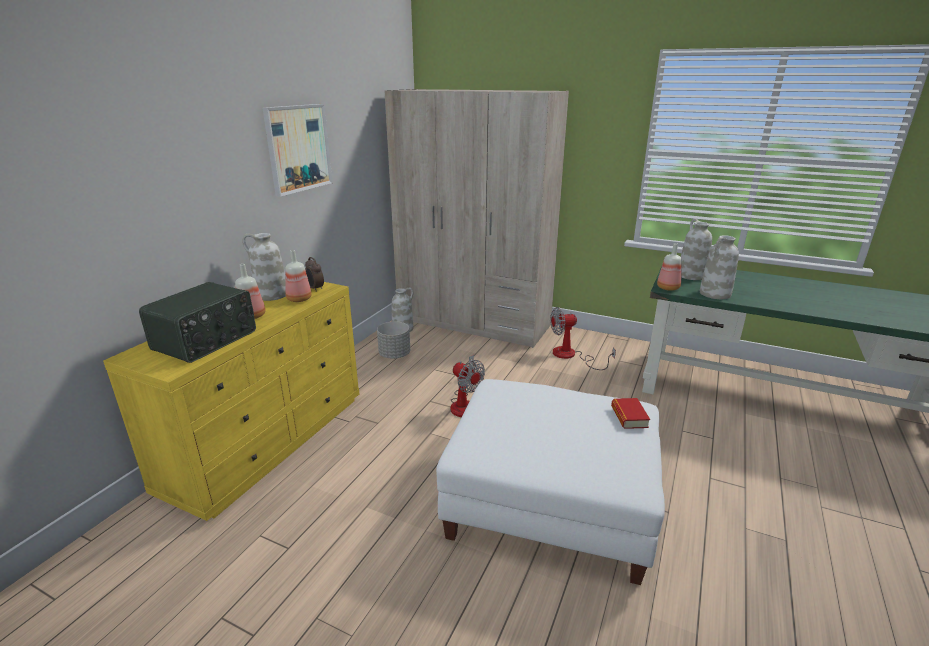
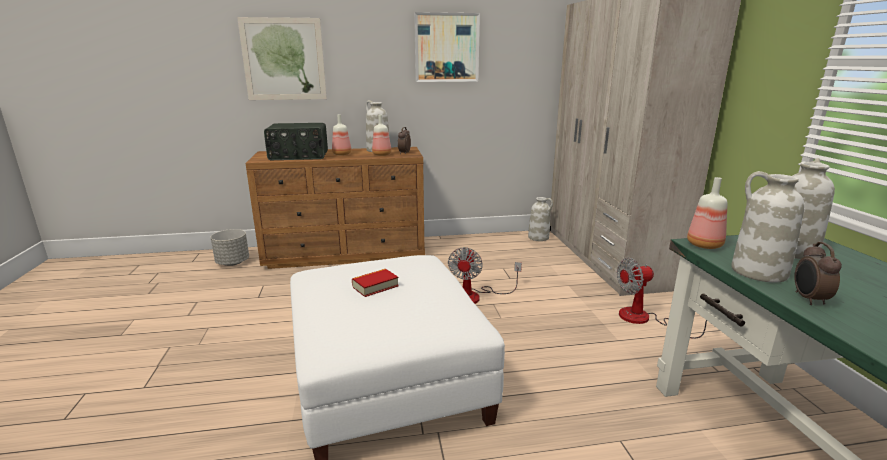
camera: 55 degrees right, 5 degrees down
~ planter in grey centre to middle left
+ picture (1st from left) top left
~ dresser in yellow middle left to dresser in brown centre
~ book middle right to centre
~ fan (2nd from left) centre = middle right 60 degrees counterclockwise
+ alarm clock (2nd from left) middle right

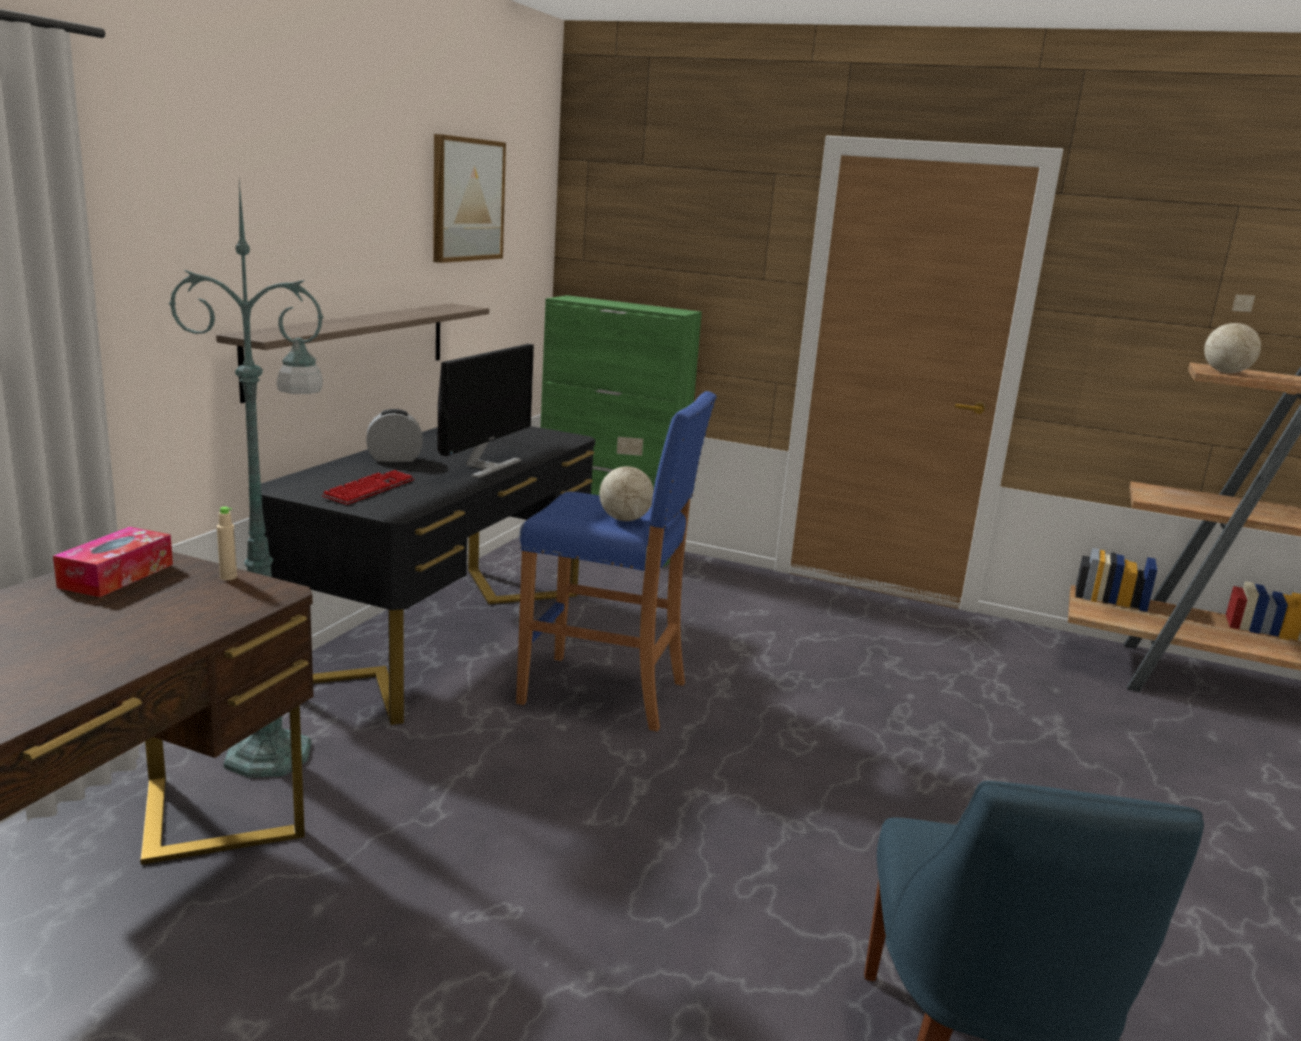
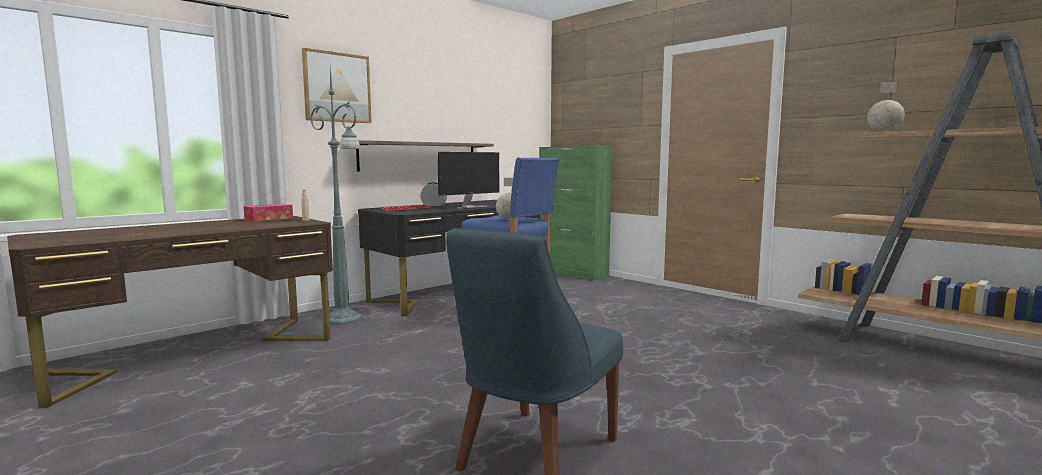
camera: 25 degrees right, 10 degrees down
~ picture top centre to top left

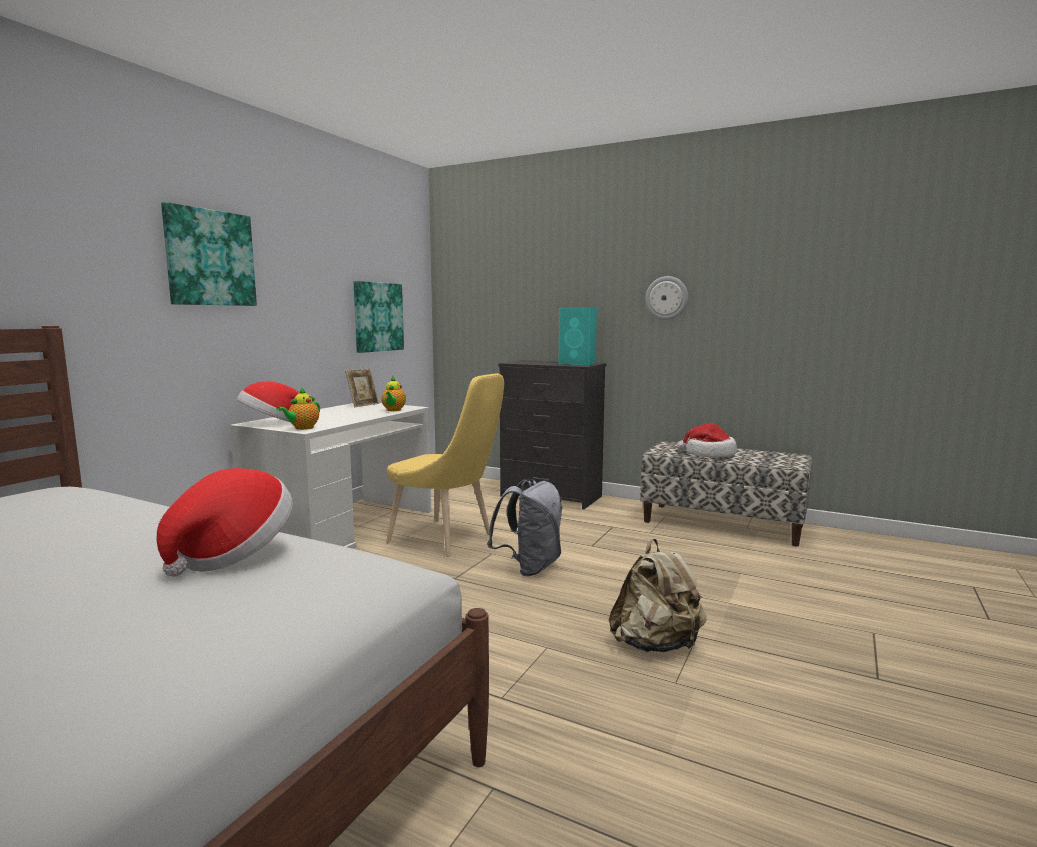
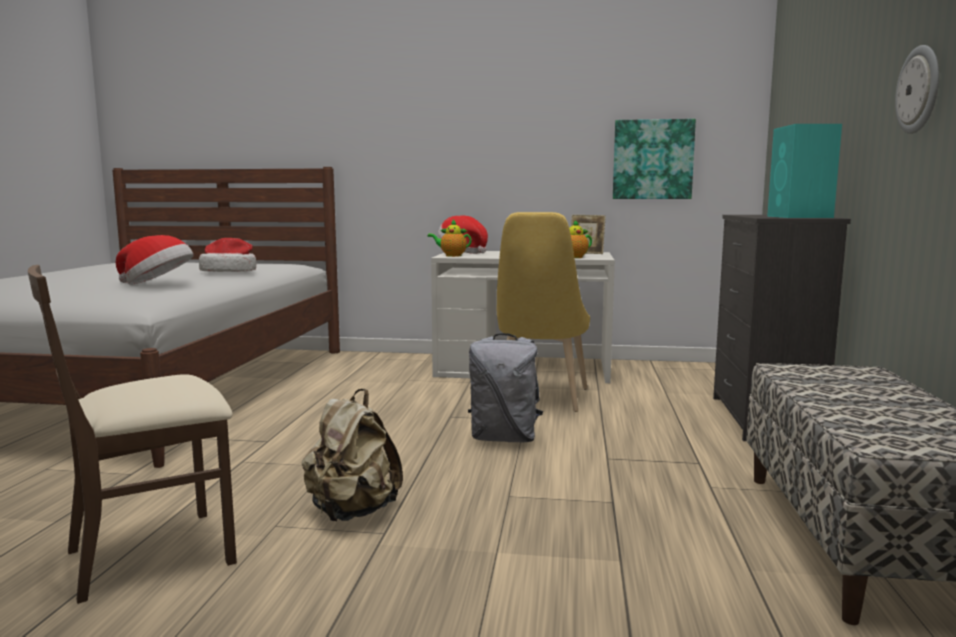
camera: 70 degrees right, 0 degrees up
+ chair in brown bottom left
~ hat (3rd from left in the first image) middle right to hat (2nd from left) middle left
- picture (1st from left) top left

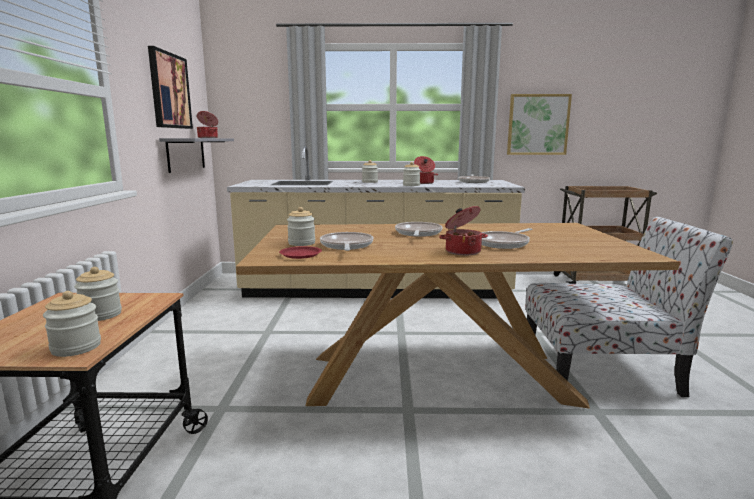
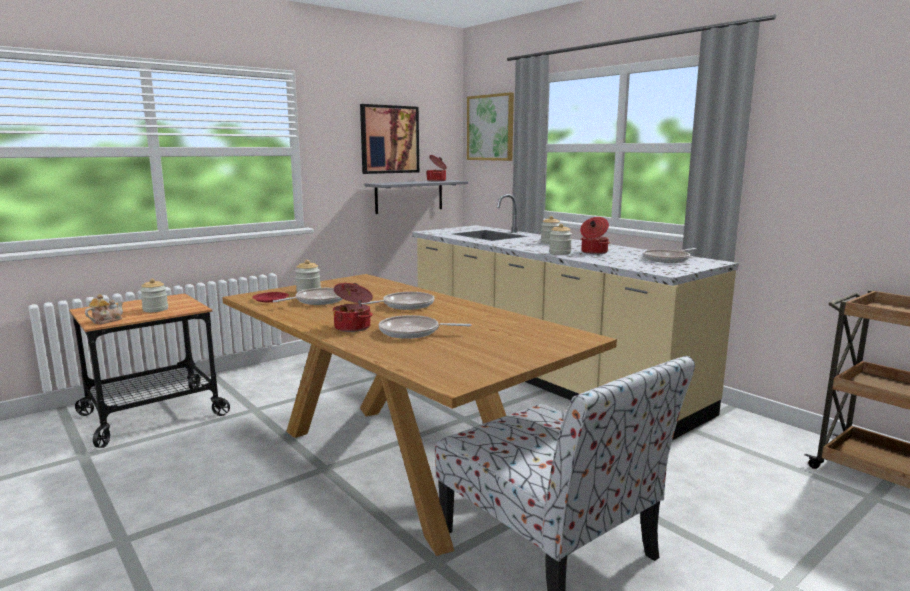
camera: 50 degrees right, 0 degrees up
~ jar (1st from left) middle left to teapot middle left
~ picture (2nd from left) top right to top centre

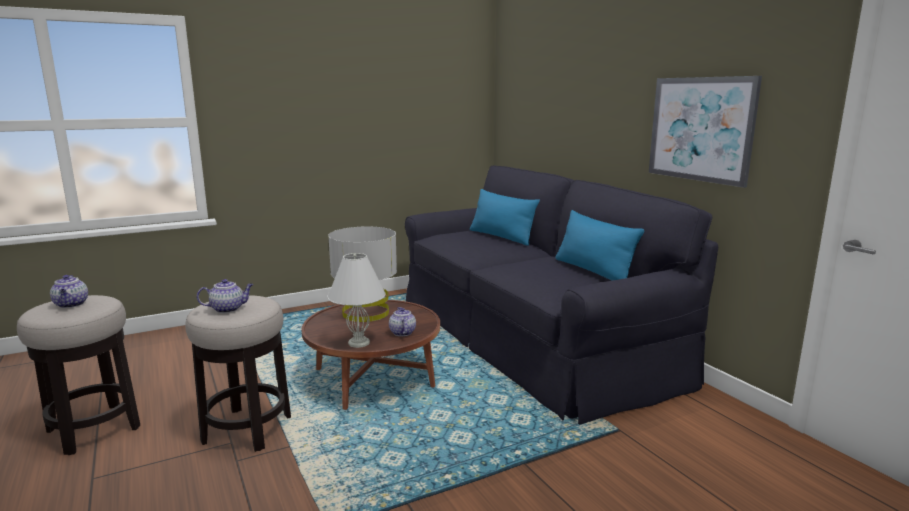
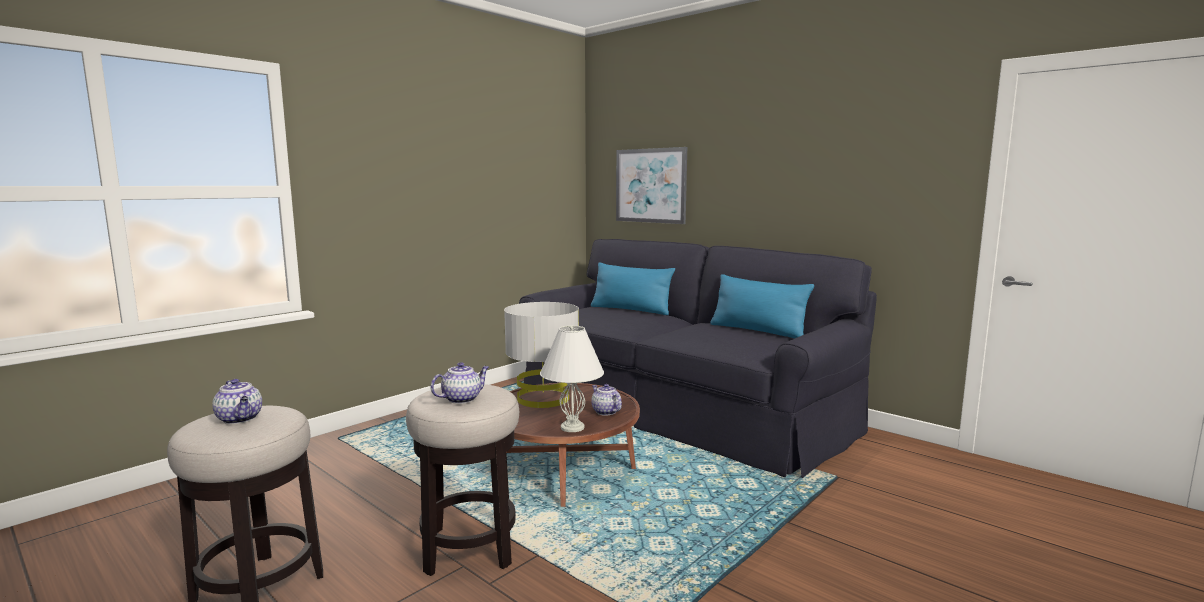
camera: 20 degrees left, 5 degrees down
~ picture top right to top centre

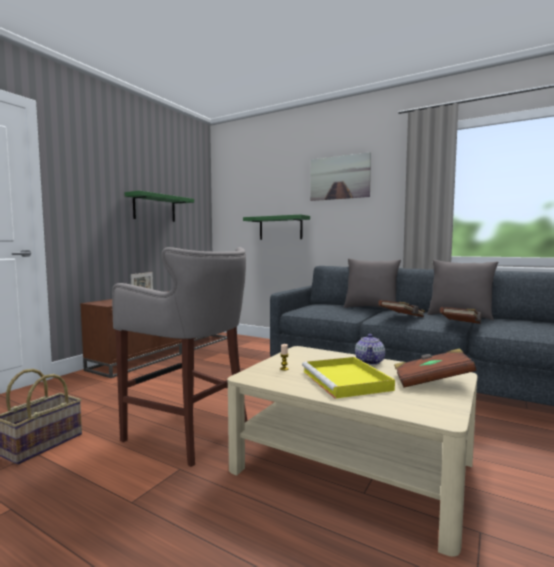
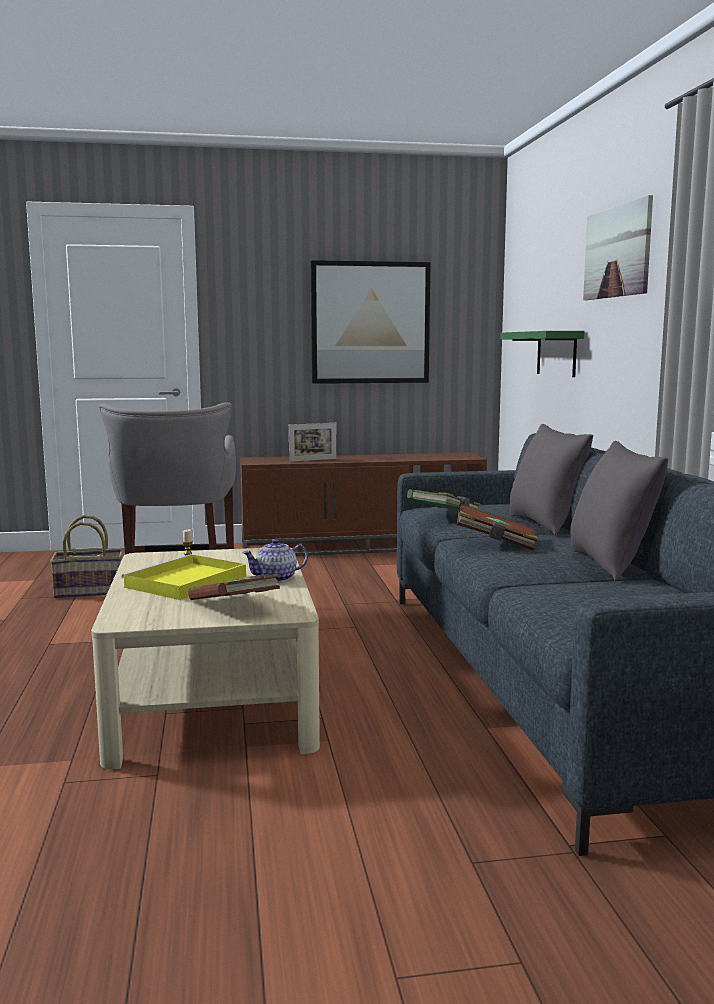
camera: 50 degrees right, 5 degrees up
~ shelf in green (1st from left) middle left to picture (1st from left) top centre
+ book in green centre
- book in brown (3rd from left) middle right

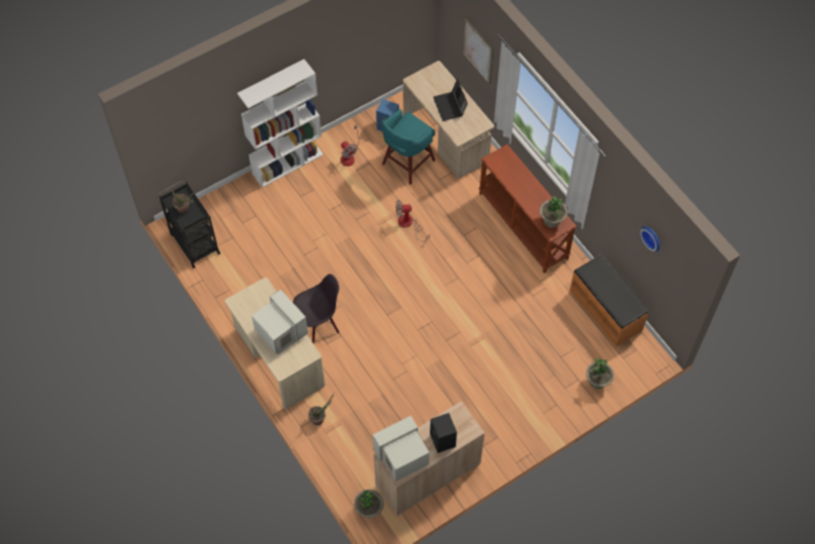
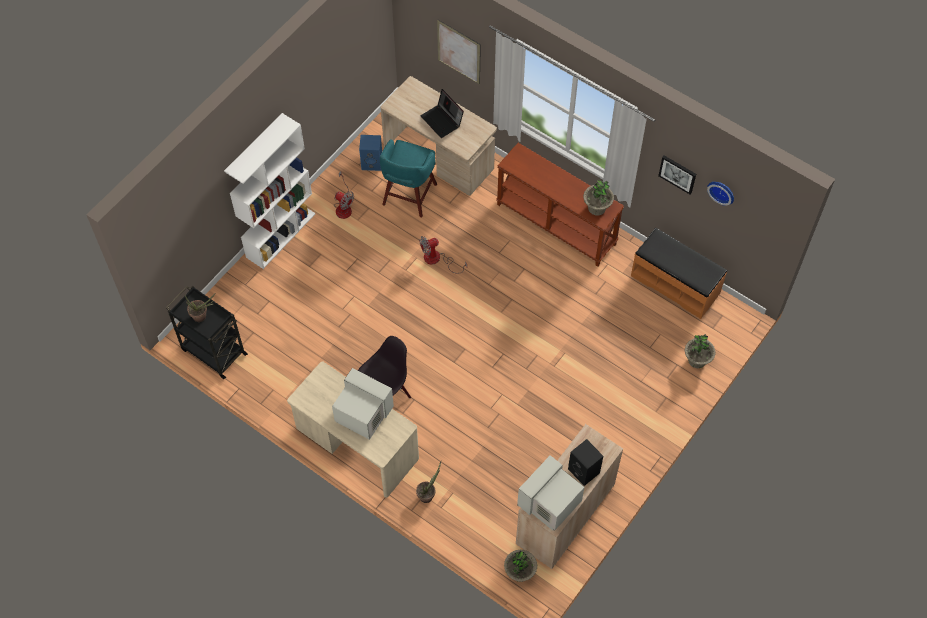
camera: 20 degrees left, 0 degrees up
+ picture (2nd from left) top right

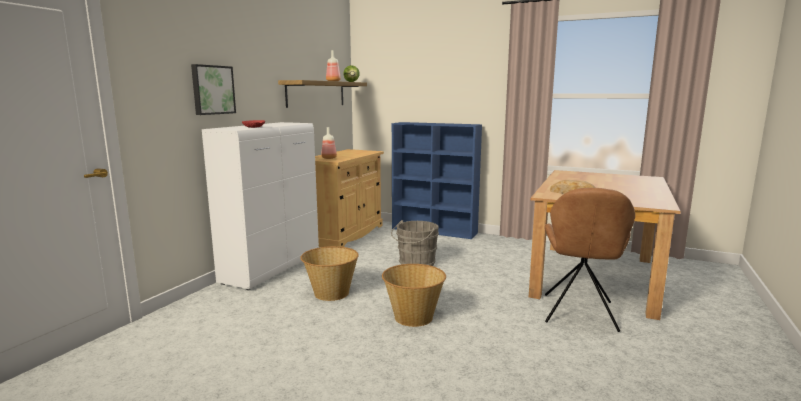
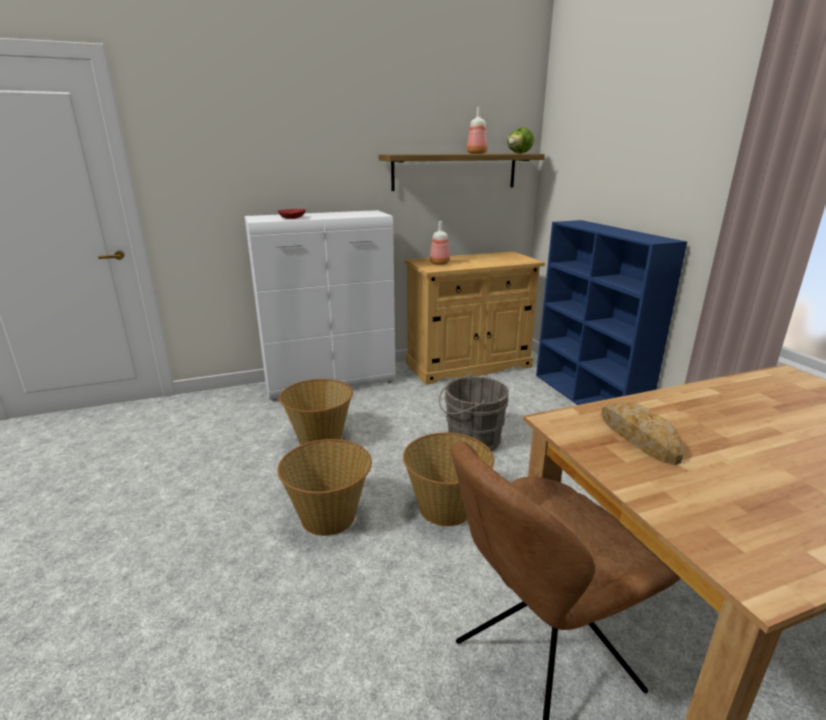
camera: 45 degrees right, 10 degrees up
+ basket (3rd from left) bottom centre
- picture top left

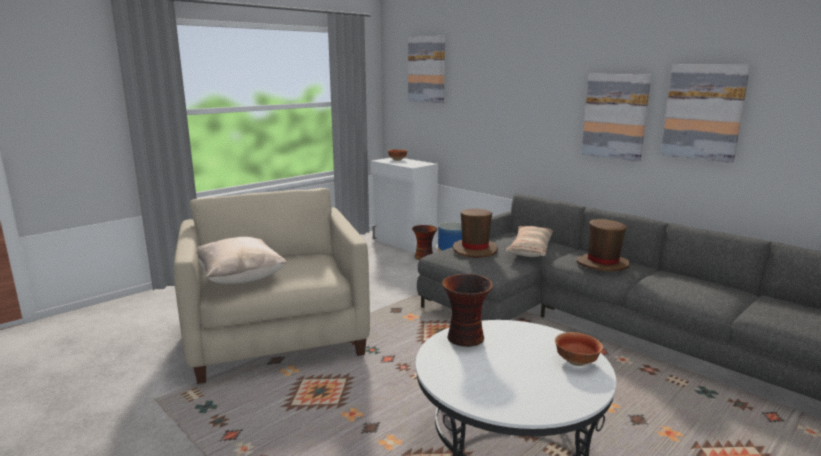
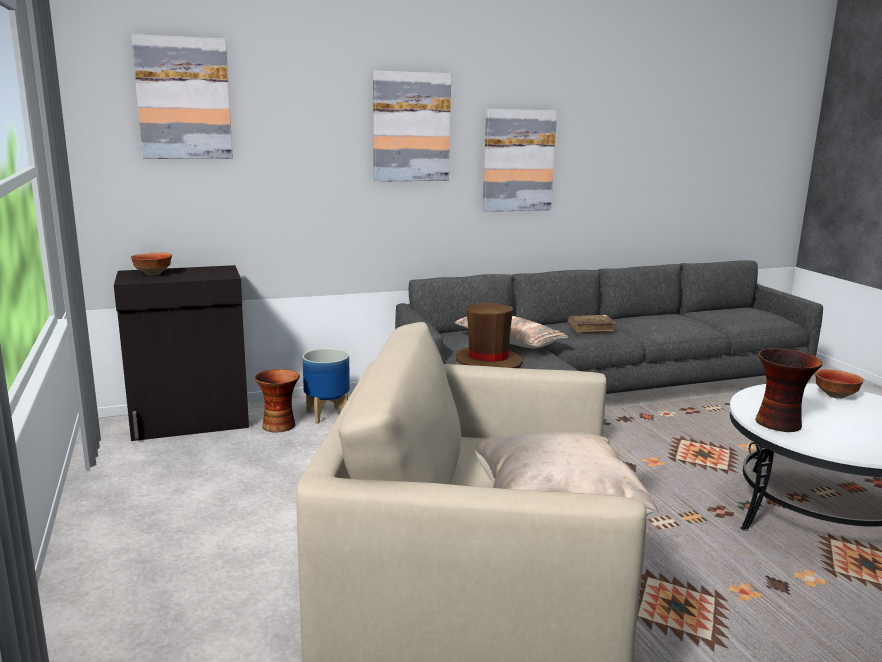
camera: 65 degrees left, 0 degrees up
~ cabinet in white centre to cabinet in black middle left
~ picture (3rd from left in the first image) top right to picture (2nd from left) top centre
~ hat in brown (2nd from left) middle right to book in brown middle right

